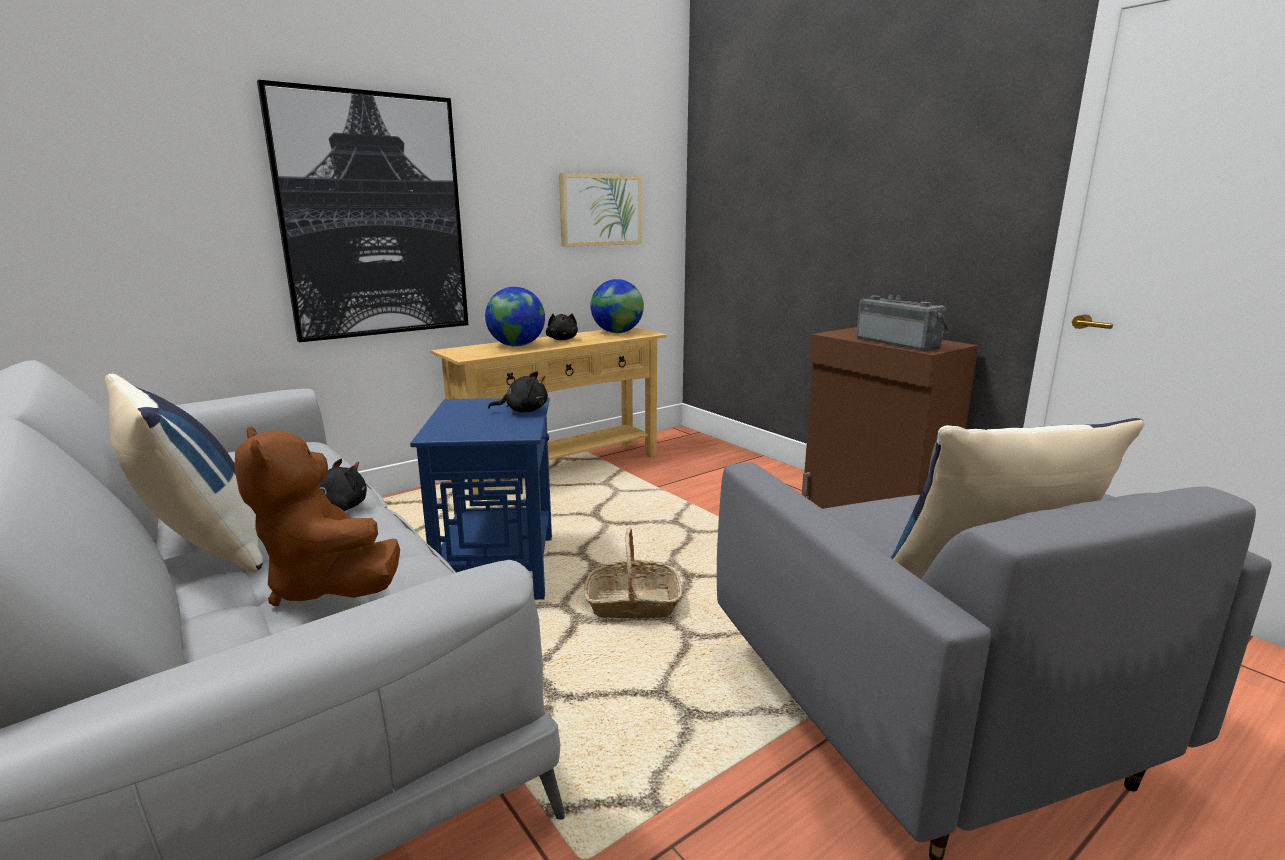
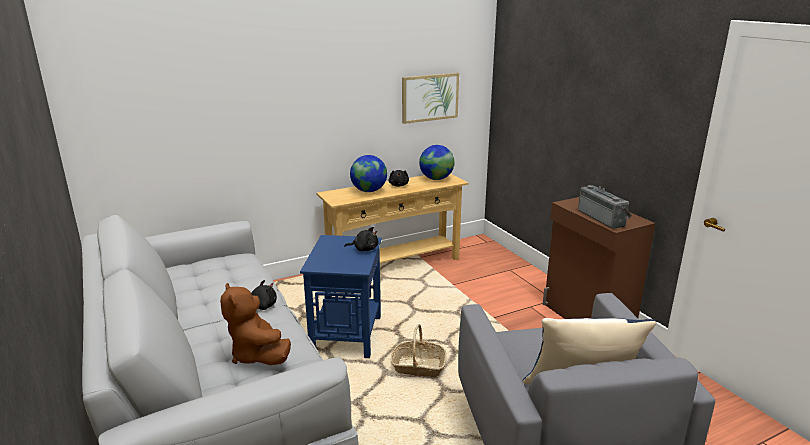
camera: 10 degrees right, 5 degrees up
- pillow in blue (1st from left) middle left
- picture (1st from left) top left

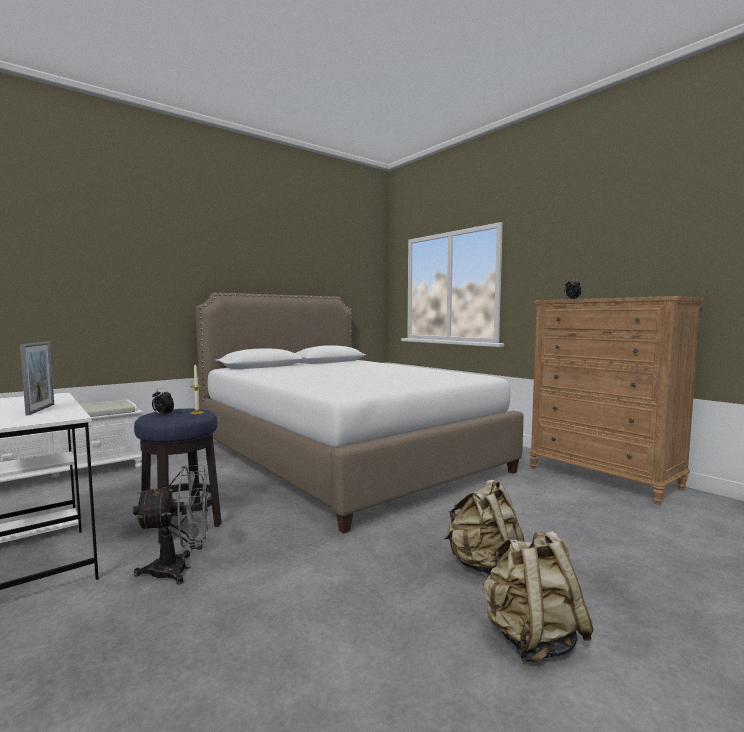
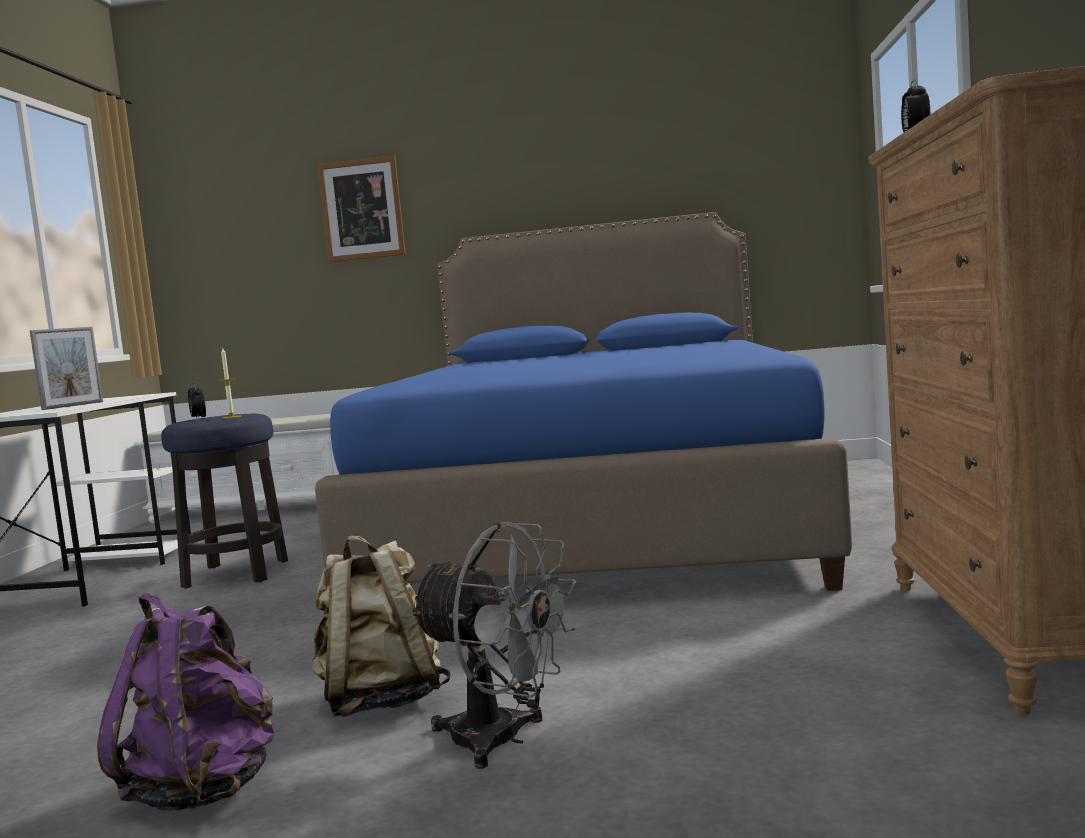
camera: 45 degrees right, 0 degrees up
~ backpack in beige (2nd from left) bottom right to backpack in purple bottom left
~ bed in white centre to bed in blue centre
+ picture top left
~ fan in grey bottom left to bottom centre

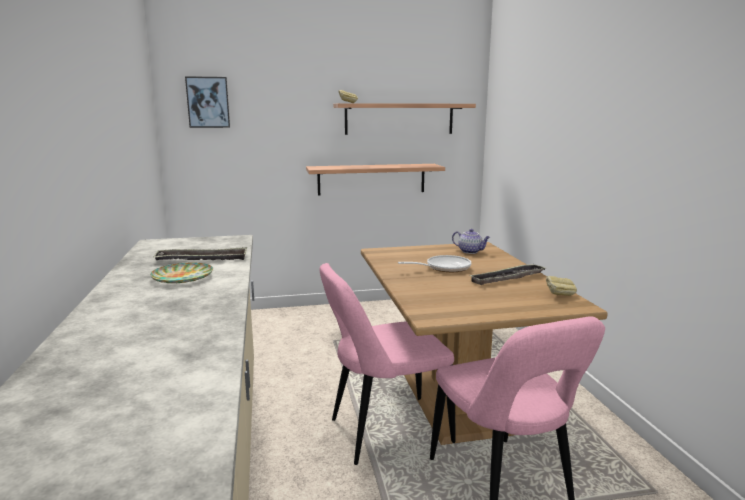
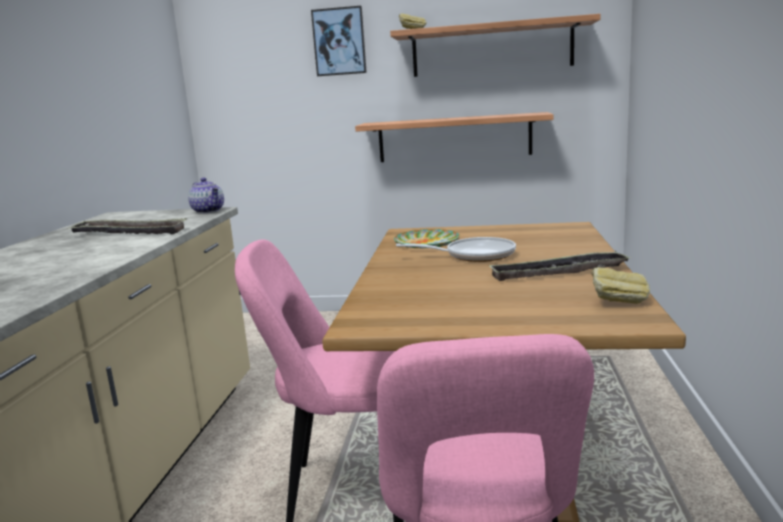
camera: 20 degrees right, 0 degrees up
~ teapot centre to middle left
~ picture top left to top centre
~ plate middle left to centre

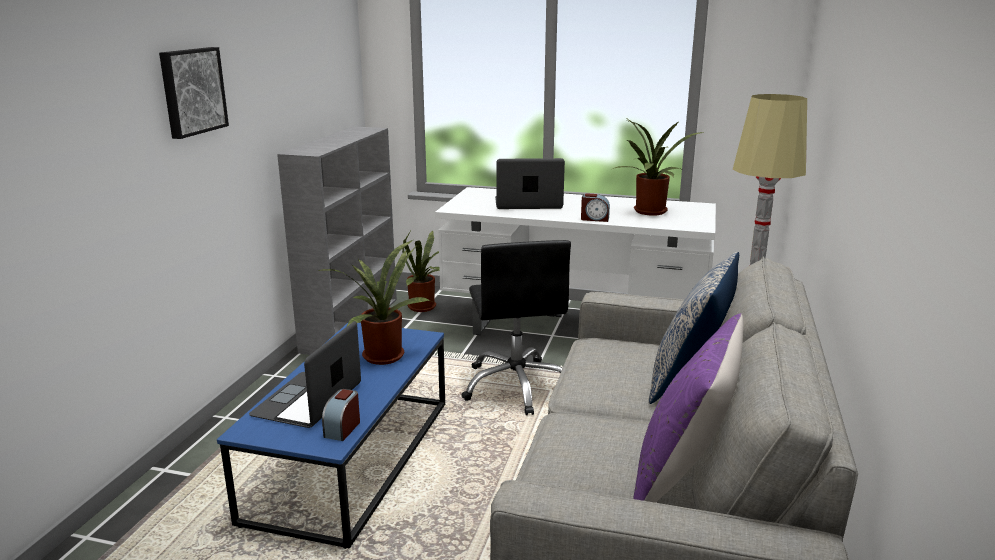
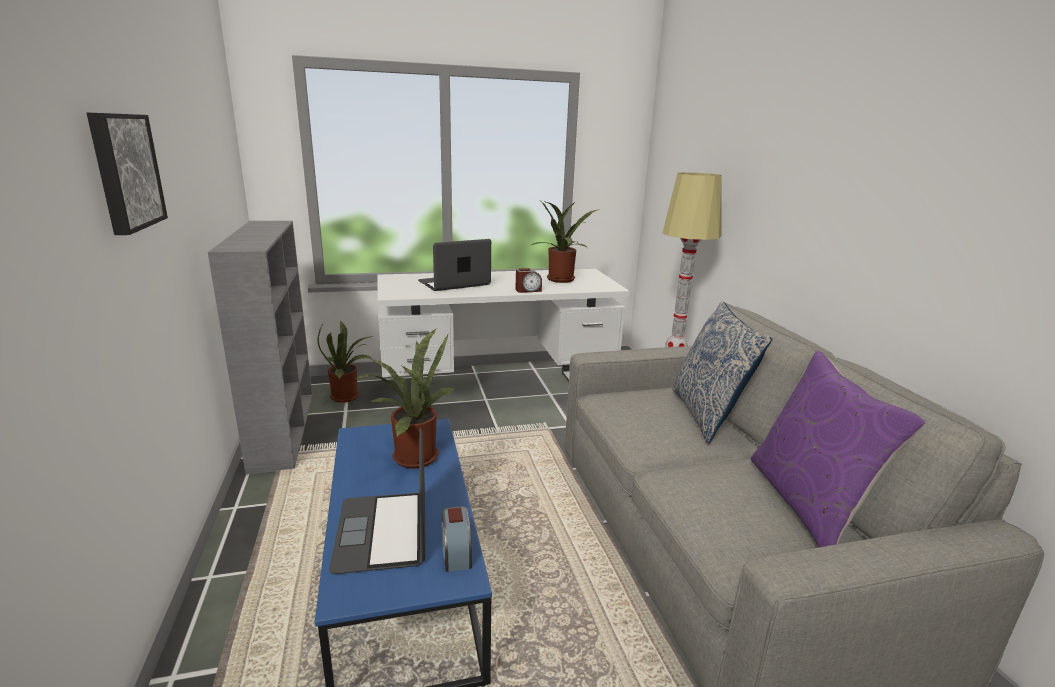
camera: 30 degrees left, 0 degrees up
- office chair in black centre

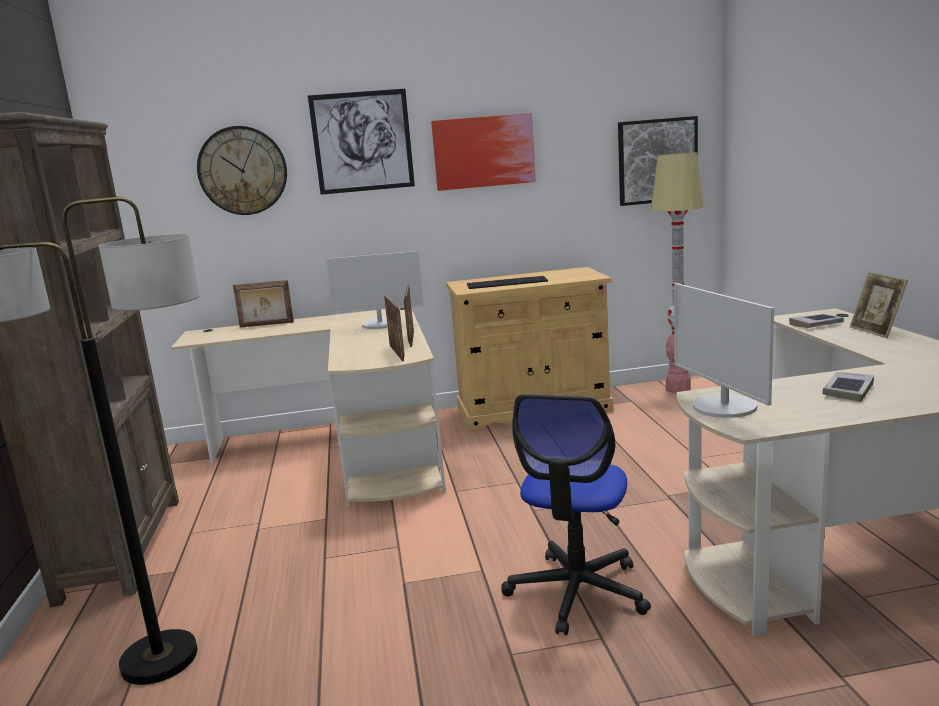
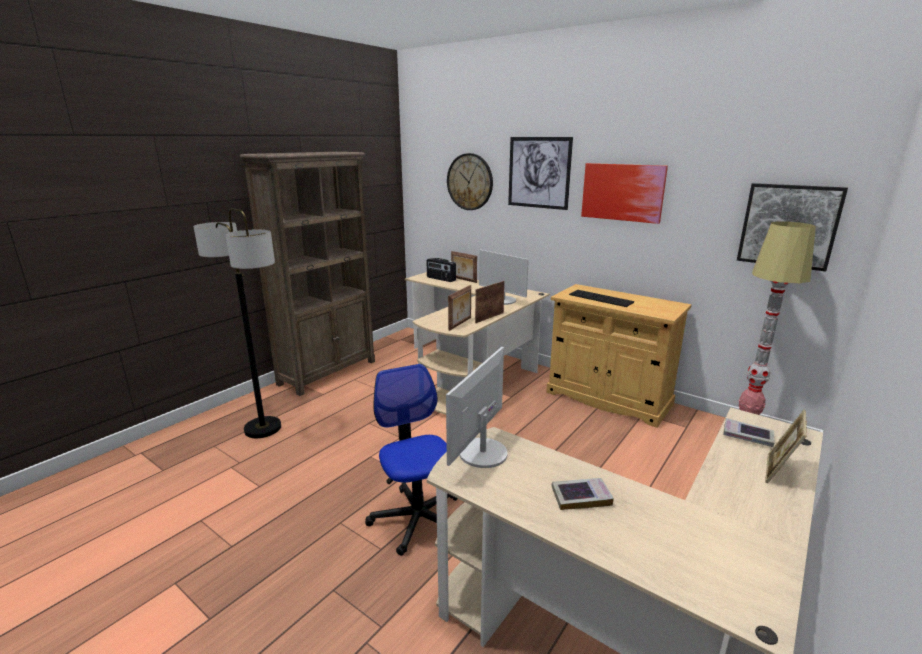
camera: 45 degrees right, 5 degrees up
~ office chair bottom centre = bottom centre 90 degrees clockwise
+ radio centre

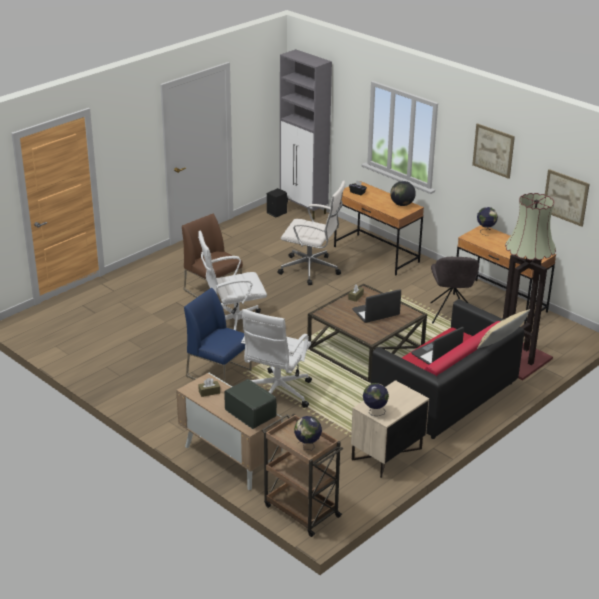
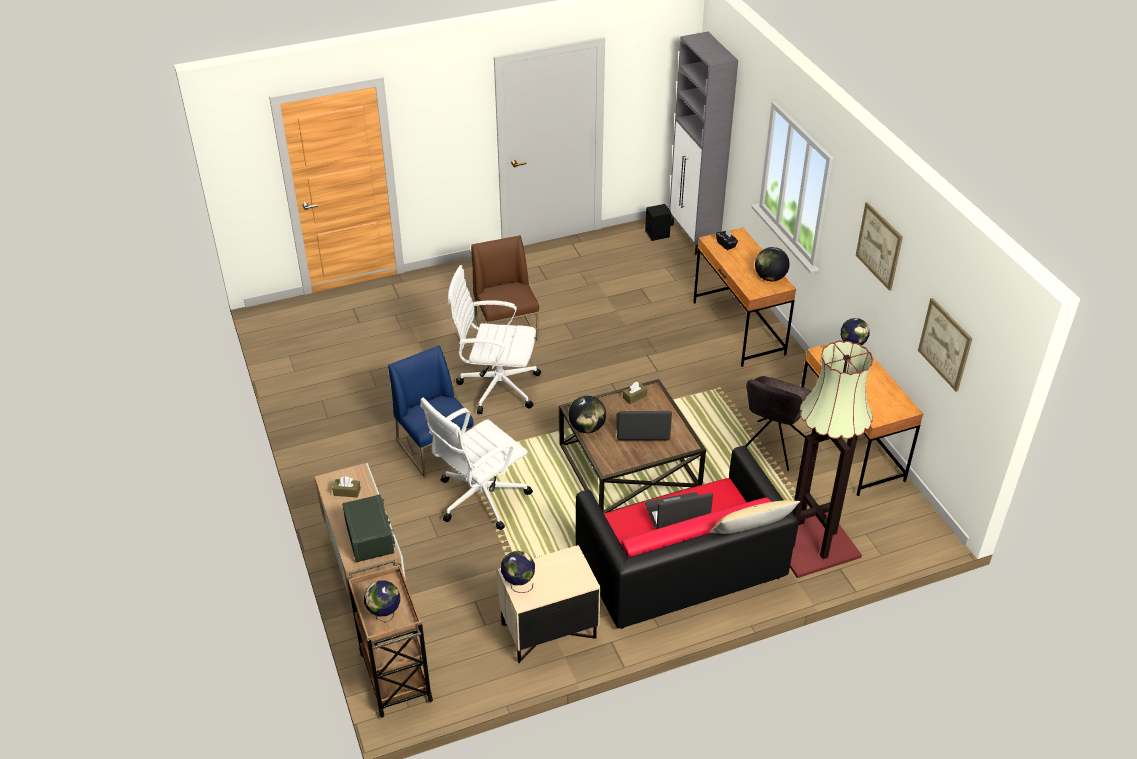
camera: 25 degrees right, 10 degrees up
+ globe (3rd from left) centre
- office chair in white (3rd from left) centre

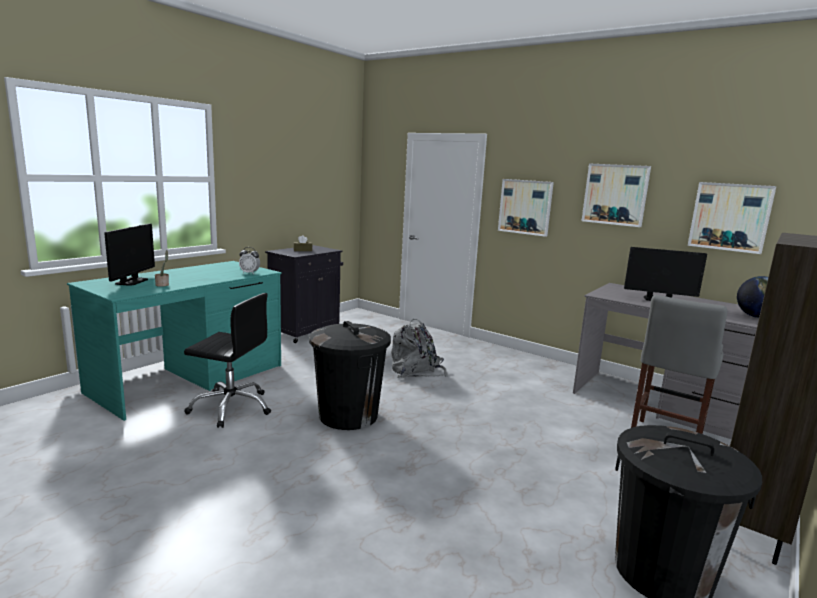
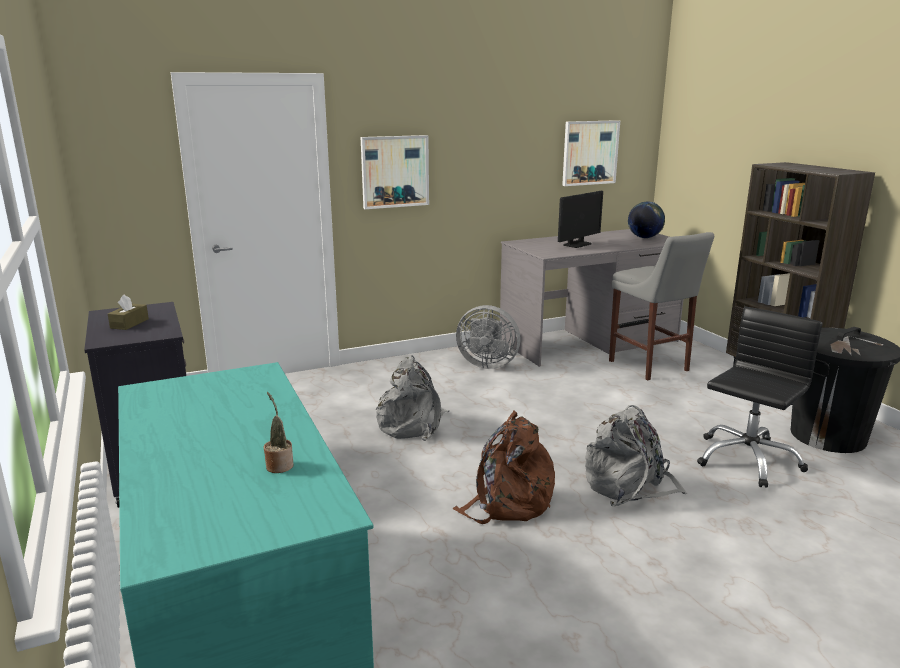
camera: 60 degrees left, 5 degrees up
~ trash can in black (1st from left) centre to backpack in brown bottom centre
+ fan in grey centre
+ backpack in grey (2nd from left) bottom right
~ office chair in black middle left to middle right
- monitor (1st from left) middle left
- alarm clock middle left
- picture (2nd from left) top right

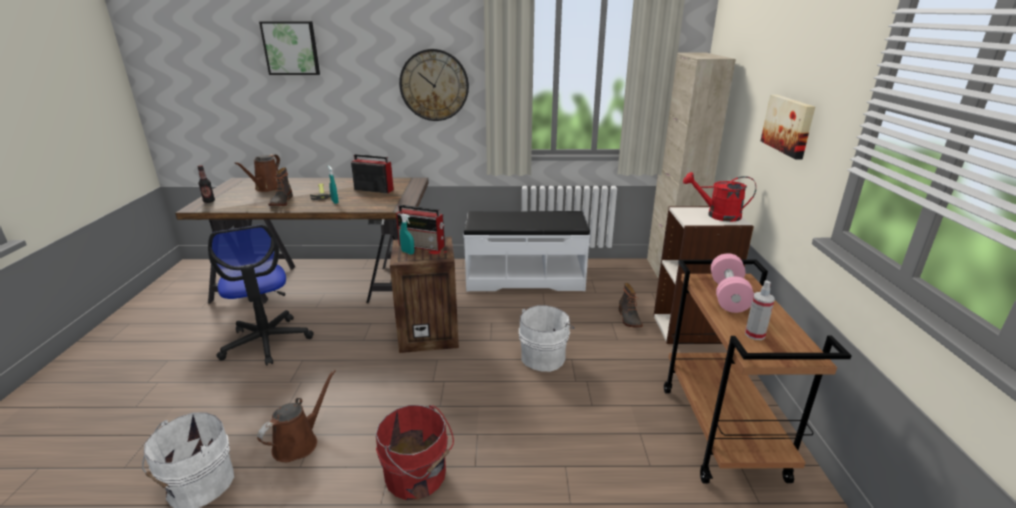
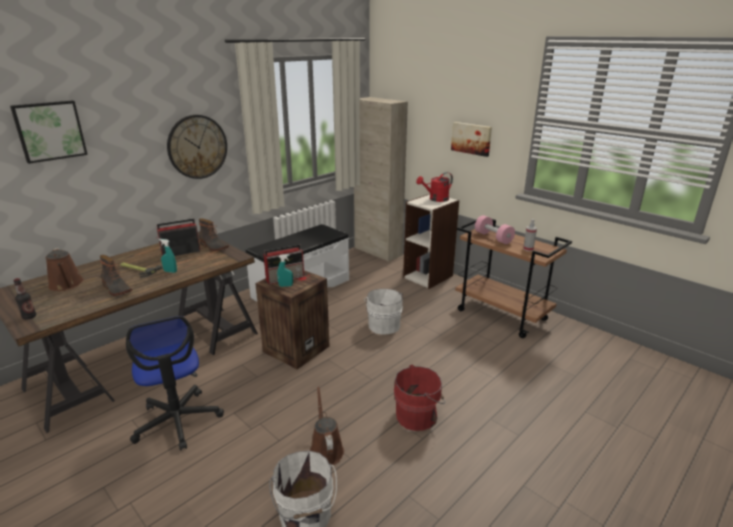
camera: 45 degrees left, 0 degrees up
~ office chair middle left = bottom left 45 degrees clockwise
~ boot (2nd from left) centre to middle left

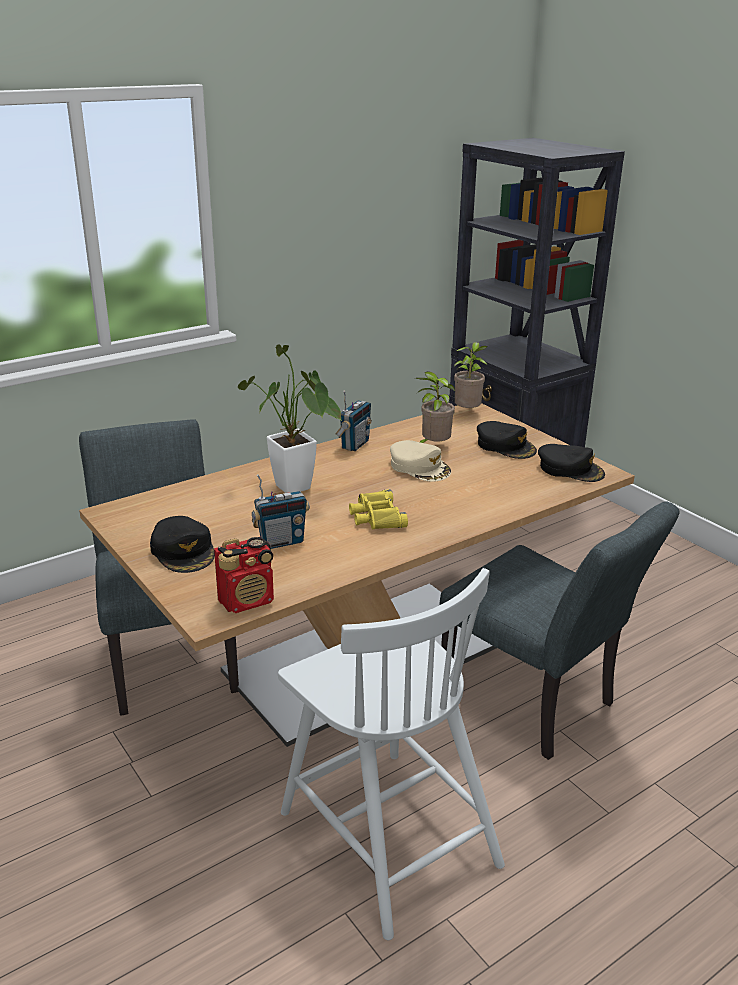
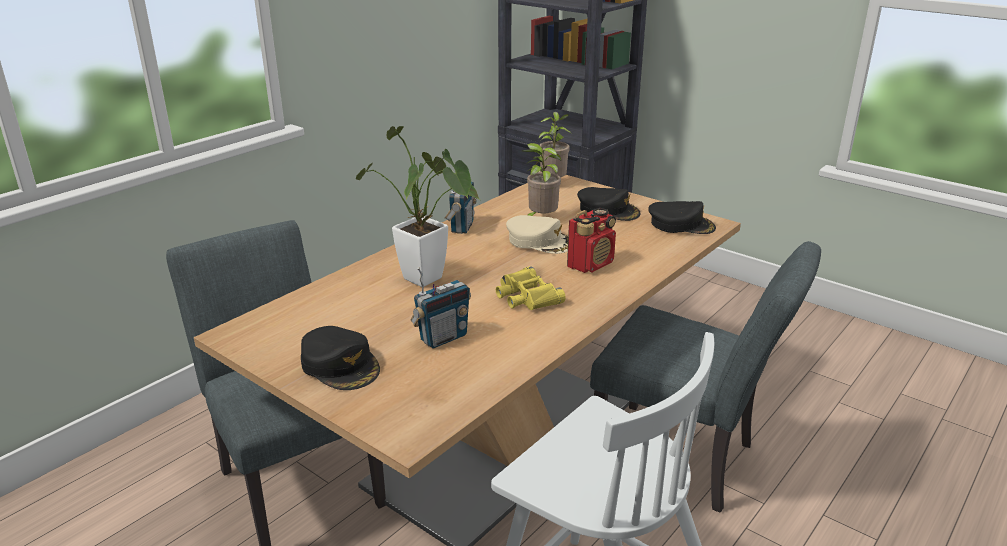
camera: 15 degrees left, 0 degrees up
~ radio (1st from left in the first image) middle left to radio (3rd from left) centre

